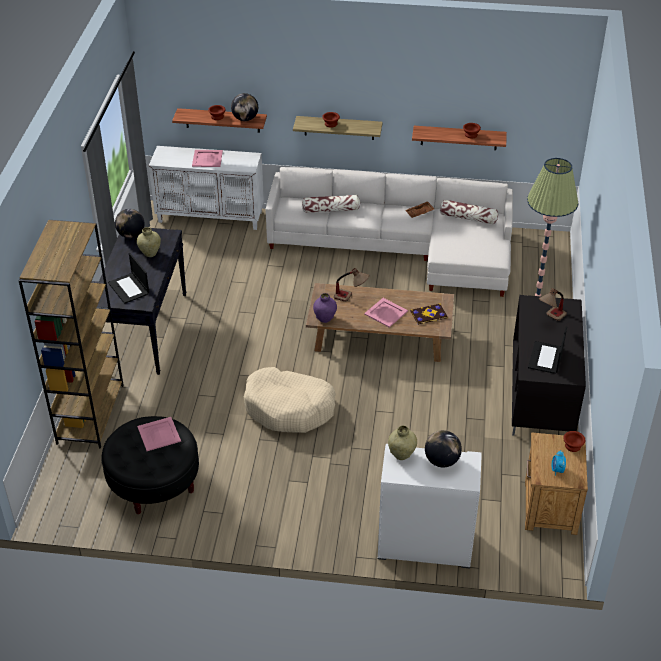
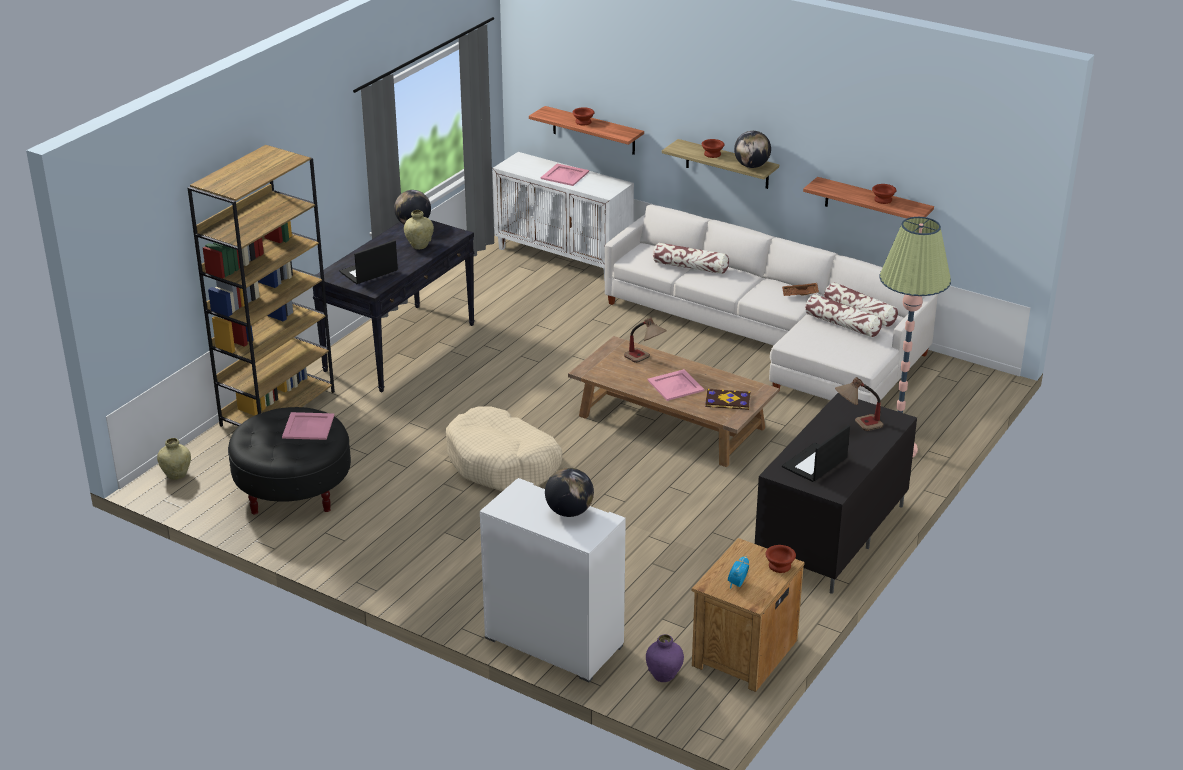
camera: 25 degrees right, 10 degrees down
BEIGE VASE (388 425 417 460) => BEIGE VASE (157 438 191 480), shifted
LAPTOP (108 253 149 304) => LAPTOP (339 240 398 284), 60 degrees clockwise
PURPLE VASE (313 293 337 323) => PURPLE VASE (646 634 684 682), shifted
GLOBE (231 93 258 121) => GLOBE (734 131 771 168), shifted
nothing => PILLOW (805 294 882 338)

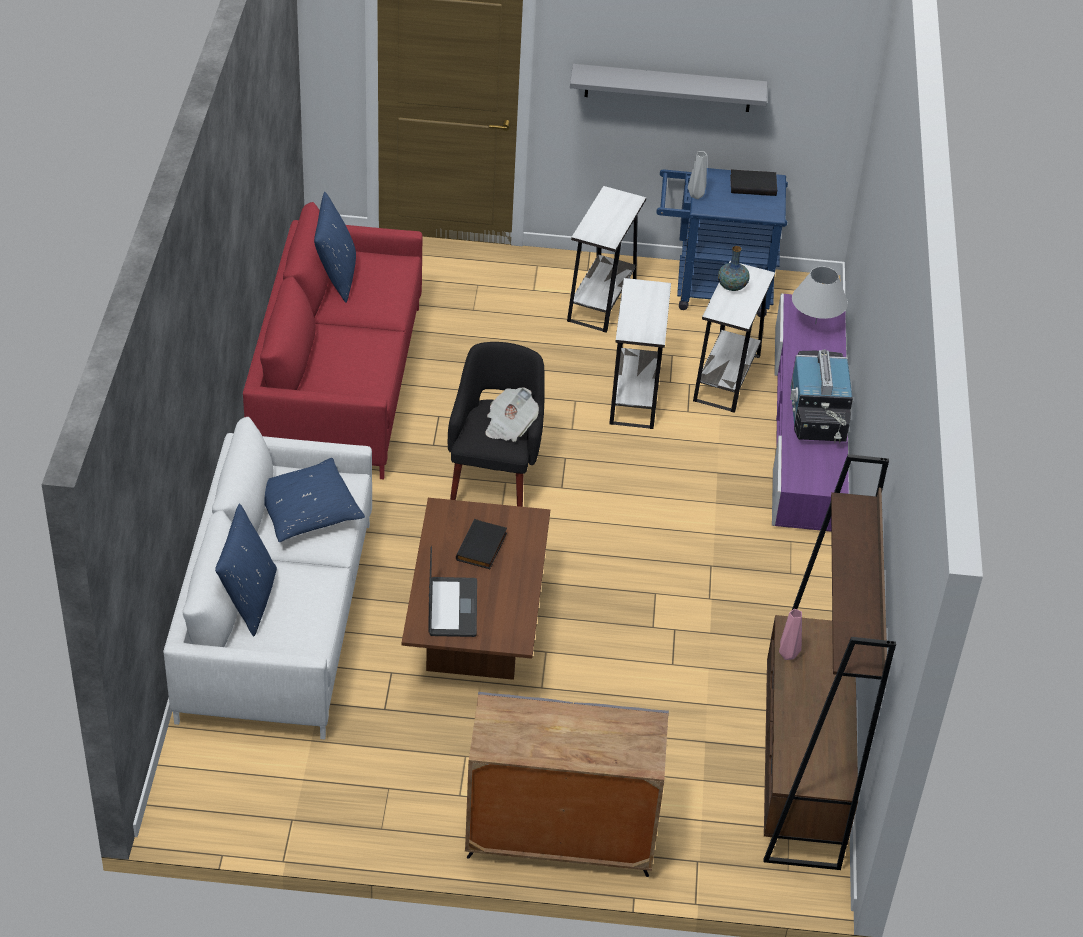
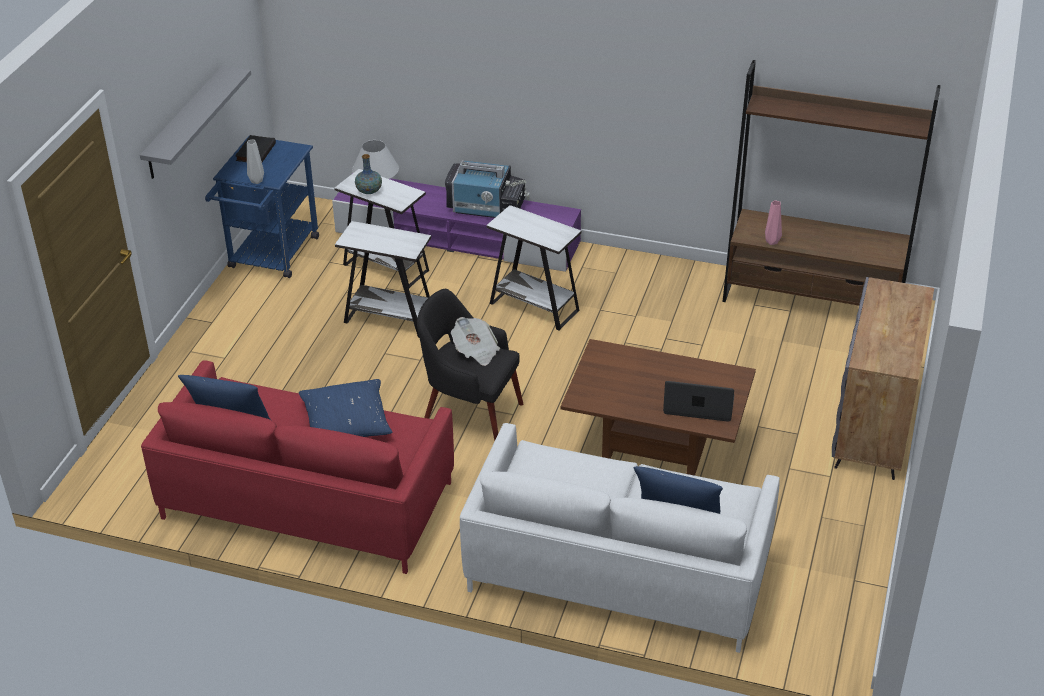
camera: 75 degrees left, 5 degrees down
BLUE PILLOW (264 458 365 542) => BLUE PILLOW (299 379 393 437), shifted
WHITE SIDE TABLE (567 186 646 332) => WHITE SIDE TABLE (486 205 582 331), shifted
BLACK BOOK (456 519 507 569) => nothing

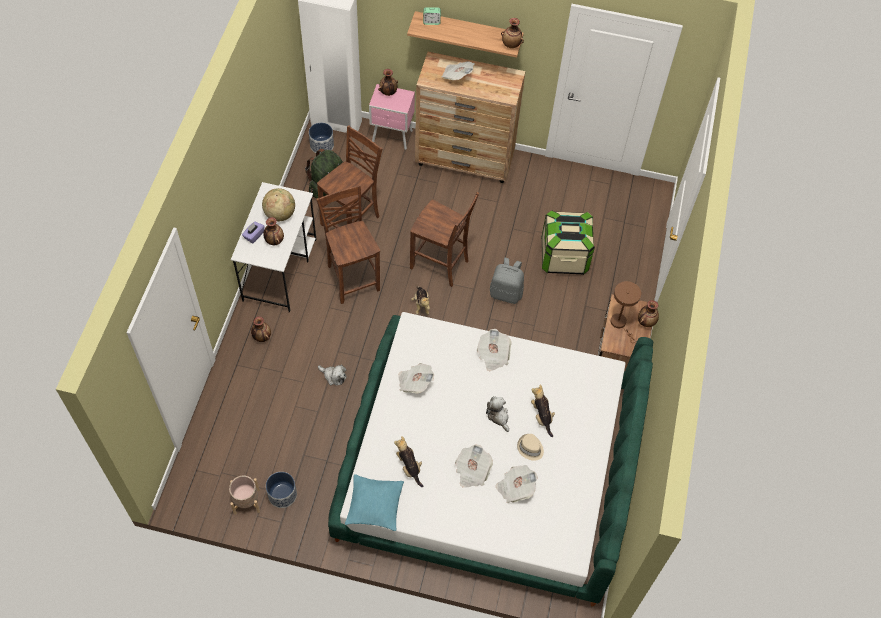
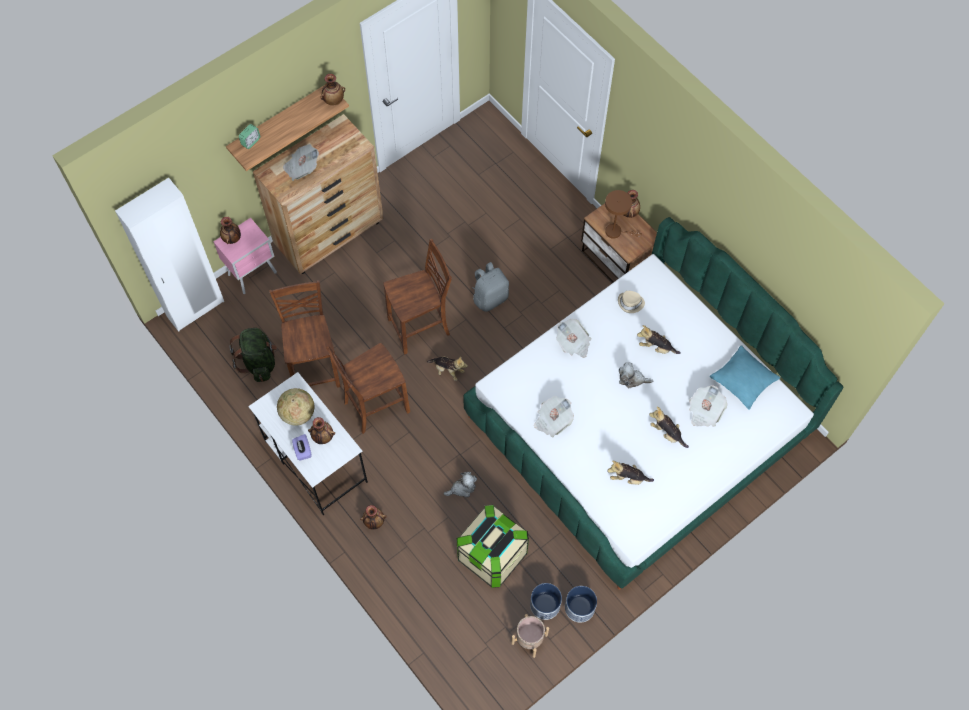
camera: 50 degrees left, 5 degrees up
BROWN CHAIR (316 185 380 304) => BROWN CHAIR (326 343 410 434), 45 degrees counterclockwise
STORAGE BOX (541 210 595 275) => STORAGE BOX (457 505 529 588), shifted
PLANTER (309 123 334 153) => PLANTER (565 586 597 623), shifted
BEIGE HAT (517 434 544 461) => BEIGE HAT (618 291 645 313), shifted
NEWSPAPER (455 445 493 488) => PLUSH TOY (649 407 689 448)
TURQUOISE PILLOW (345 474 404 531) => TURQUOISE PILLOW (710 345 780 410), shifted

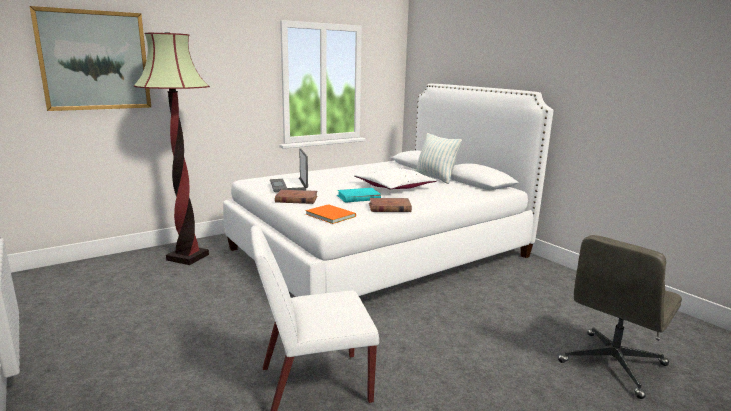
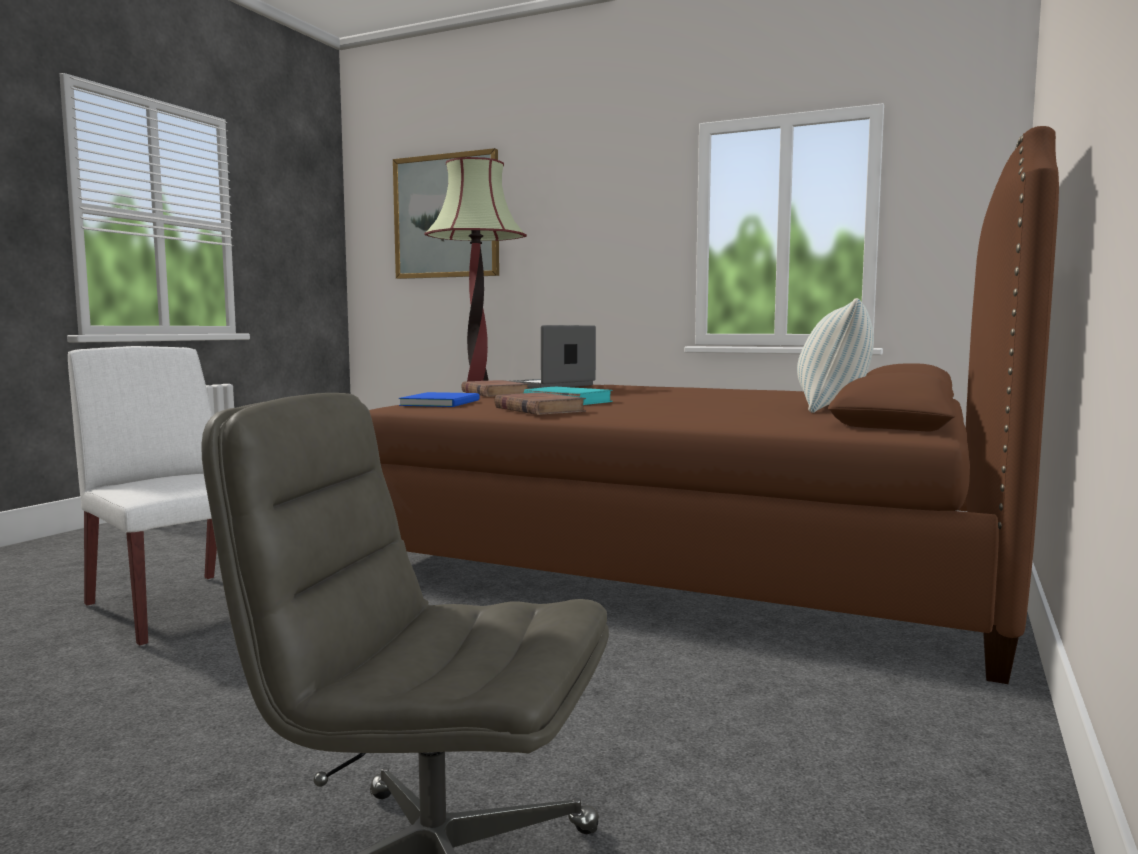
camera: 60 degrees right, 10 degrees down
WHITE BED (223 84 553 297) => BROWN BED (369 126 1059 684)
ORANGE BOOK (305 204 356 224) => BLUE BOOK (399 392 479 407)
WHITE PILLOW (354 168 437 189) => nothing

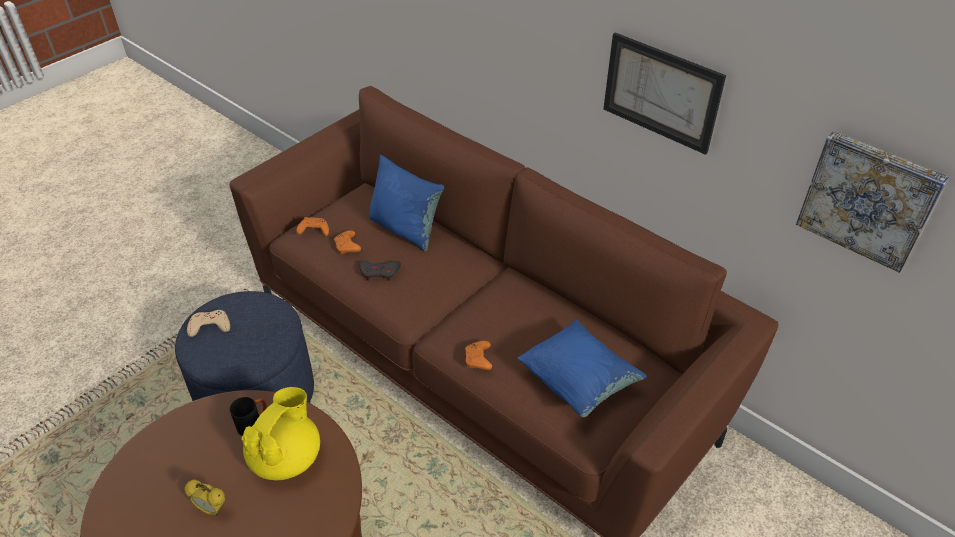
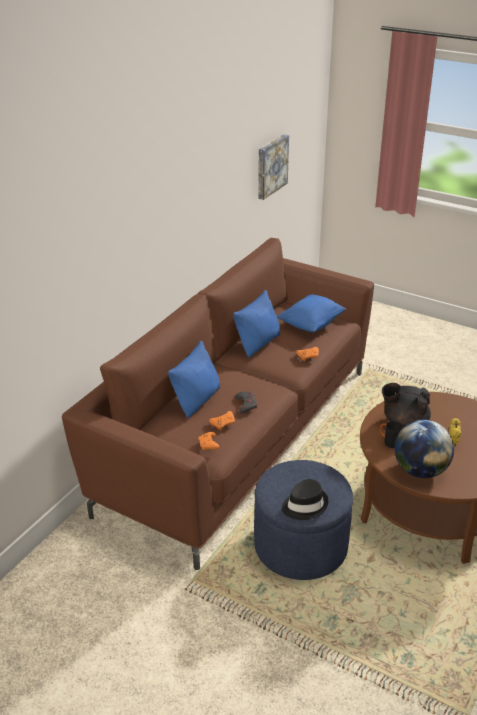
camera: 100 degrees left, 10 degrees down
nothing => BLUE PILLOW (233 290 280 358)
BEIGE GAME CONTROLLER (187 310 230 337) => BLACK HAT (282 479 328 520)
YELLOW TEAPOT (242 387 320 480) => BLACK TEAPOT (382 383 431 427)
nothing => GLOBE (394 420 454 478)
PICTURE (603 33 726 155) => nothing

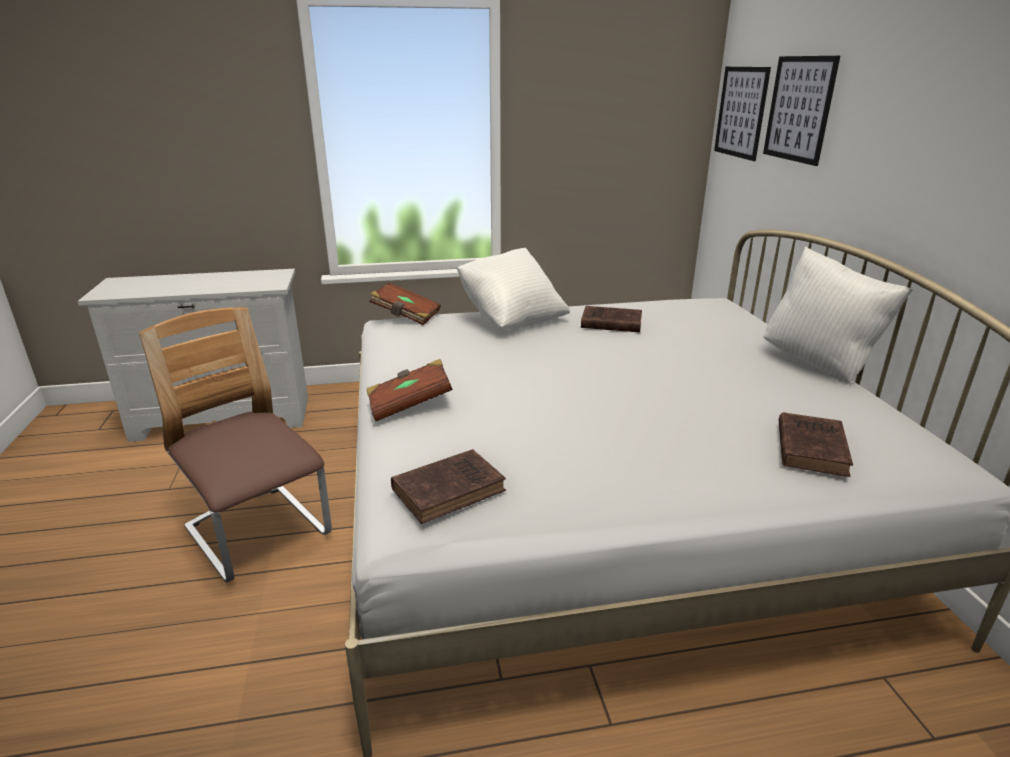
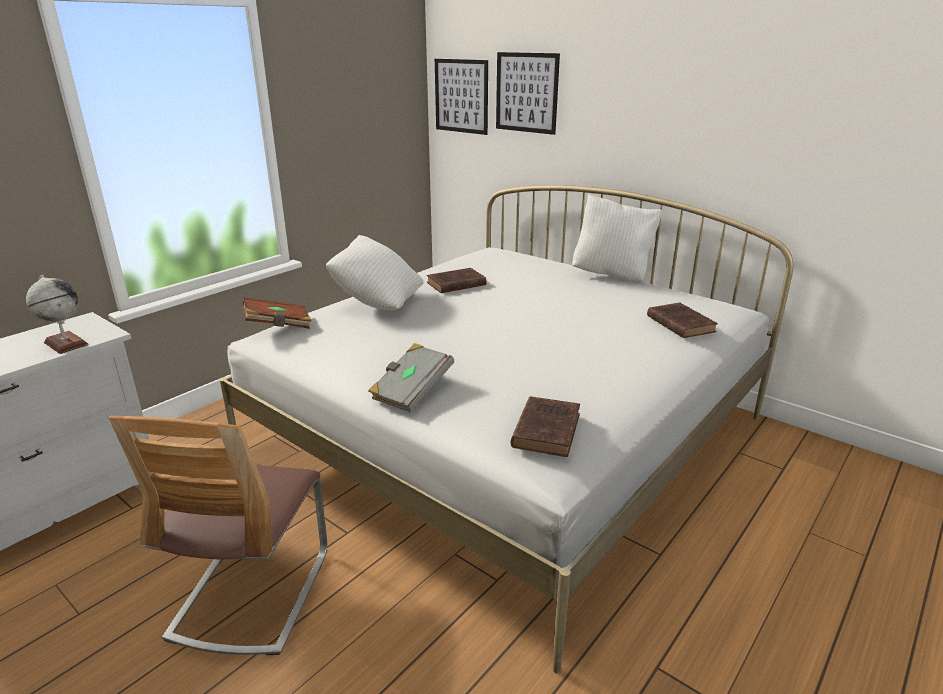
camera: 40 degrees left, 0 degrees up
nothing => GLOBE (26 275 89 354)
CHAIR (139 307 332 583) => CHAIR (109 416 327 655), 90 degrees counterclockwise
BROWN BOOK (367 359 453 421) => GREY BOOK (368 343 454 412)

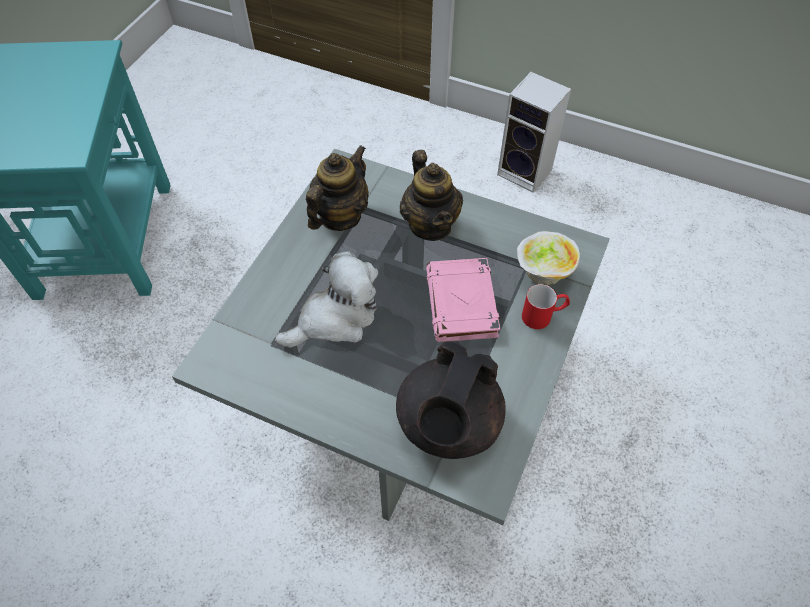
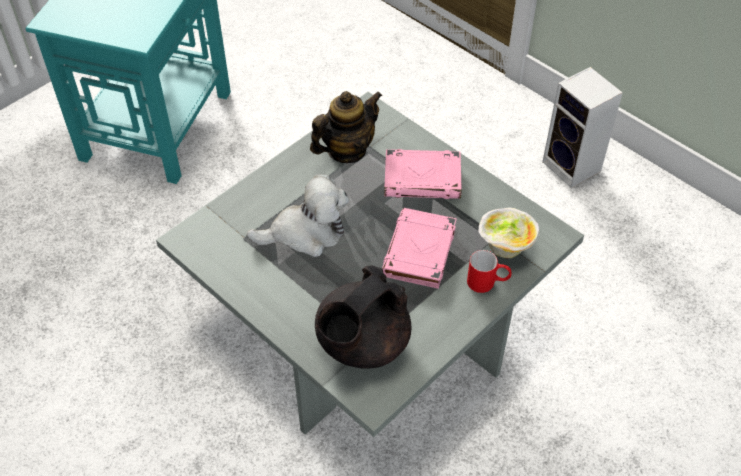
camera: 20 degrees right, 5 degrees down
TEAPOT (400 150 463 241) => PINK BOOK (384 149 462 199)

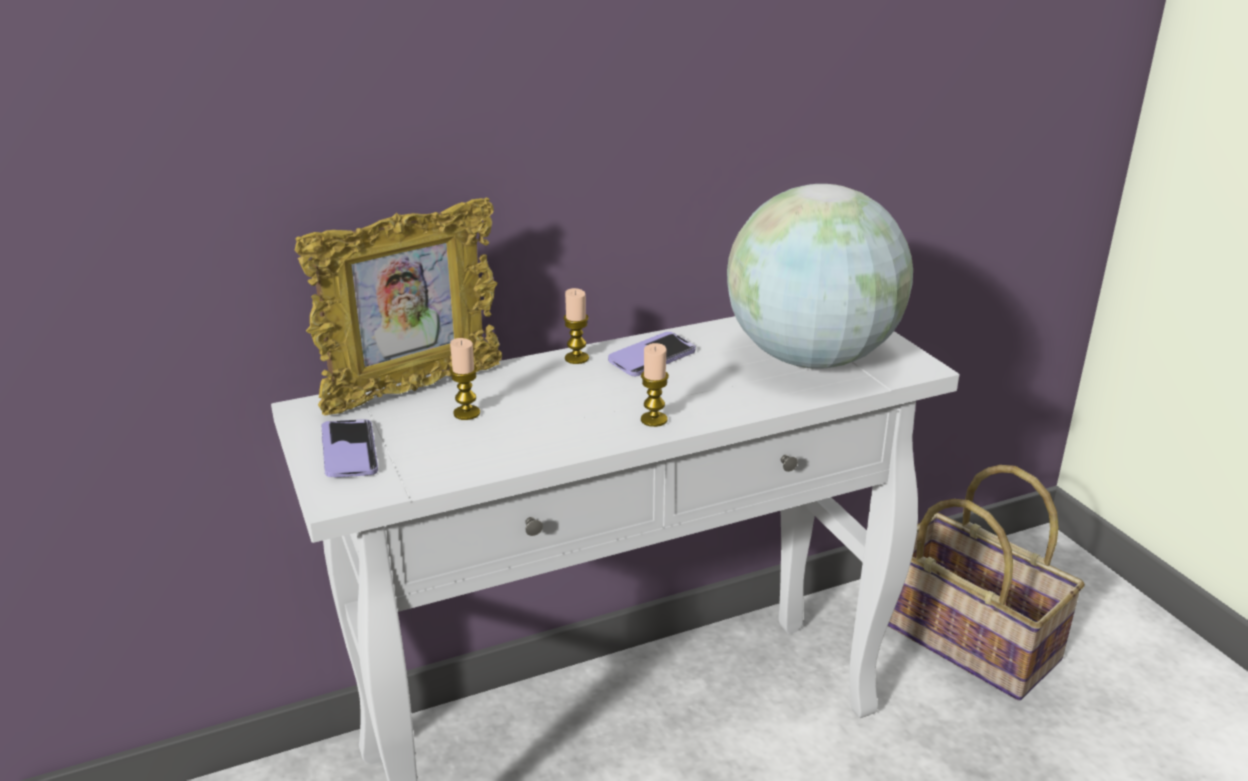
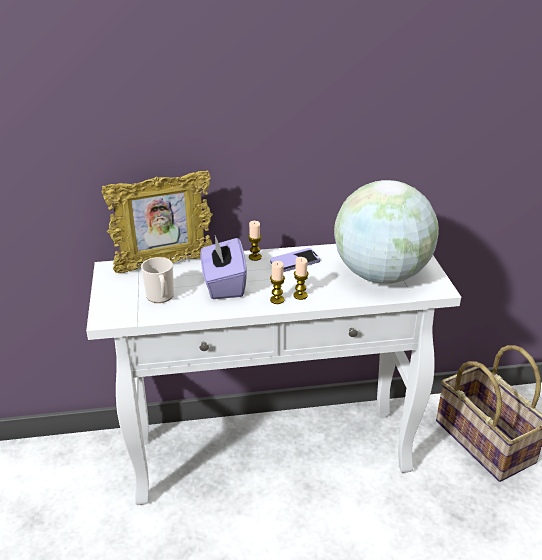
camera: 15 degrees right, 5 degrees up
nothing => MUG (141 257 174 303)
nothing => PURPLE TISSUE BOX (200 236 247 299)
CANDLE (449 338 480 420) => CANDLE (293 257 308 300), shifted
PHONE (322 419 378 478) => nothing

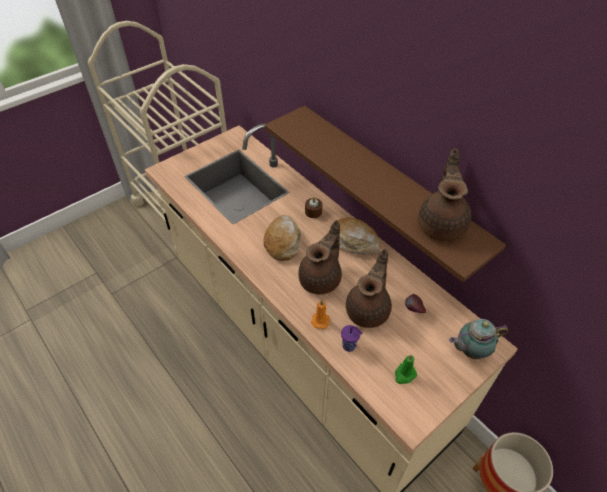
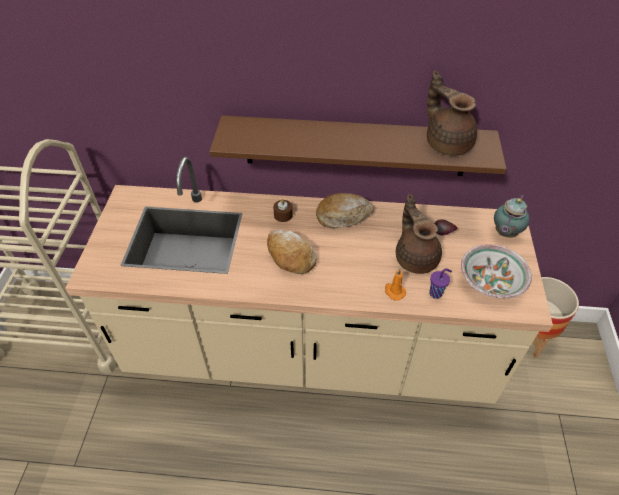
camera: 45 degrees left, 0 degrees up
GREEN CANDLE (395 355 417 384) => BOWL (461 244 532 298)
BROWN TEAPOT (298 220 342 294) => nothing

